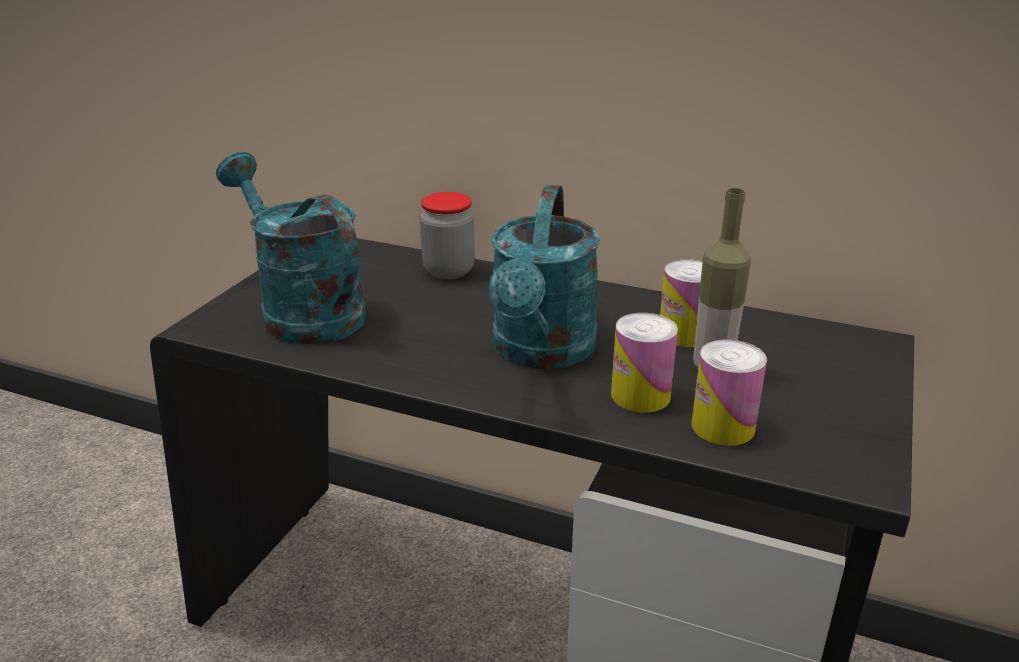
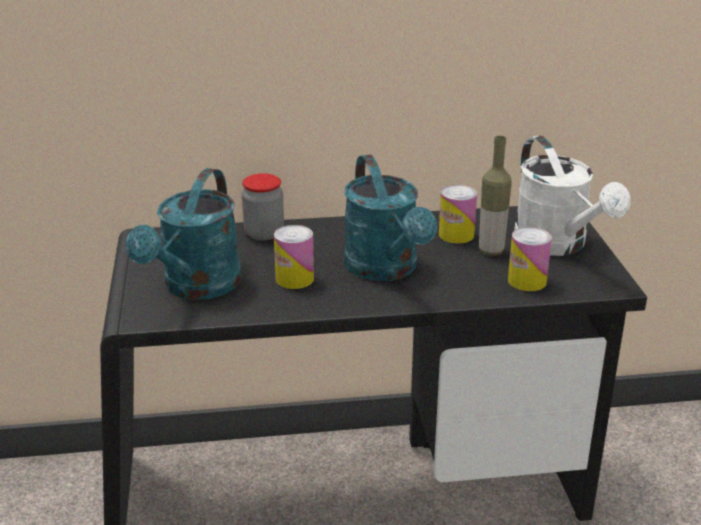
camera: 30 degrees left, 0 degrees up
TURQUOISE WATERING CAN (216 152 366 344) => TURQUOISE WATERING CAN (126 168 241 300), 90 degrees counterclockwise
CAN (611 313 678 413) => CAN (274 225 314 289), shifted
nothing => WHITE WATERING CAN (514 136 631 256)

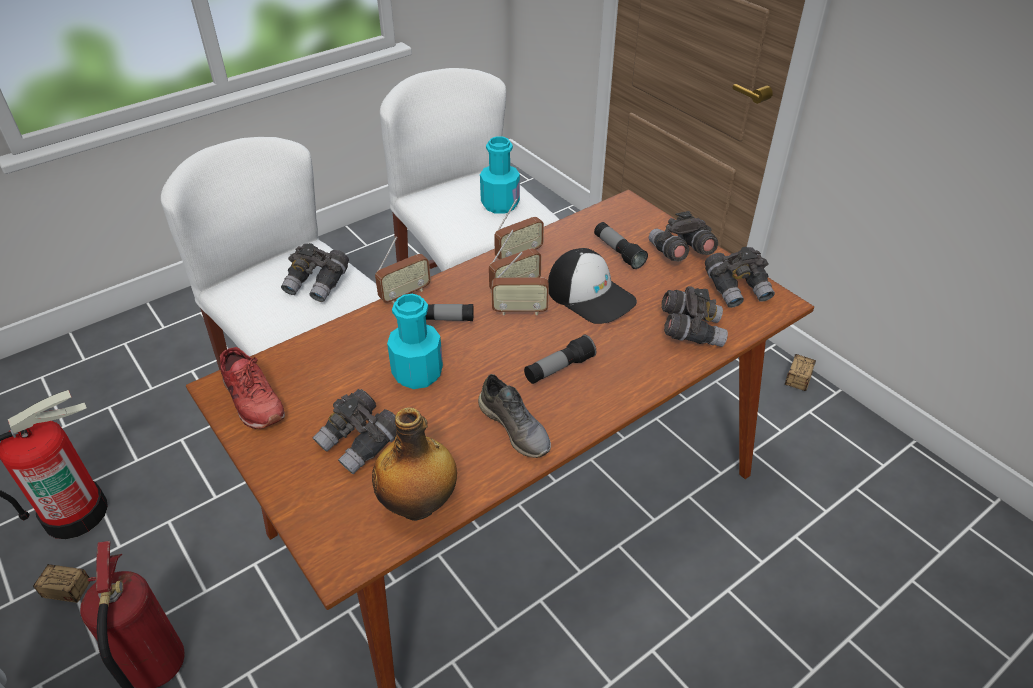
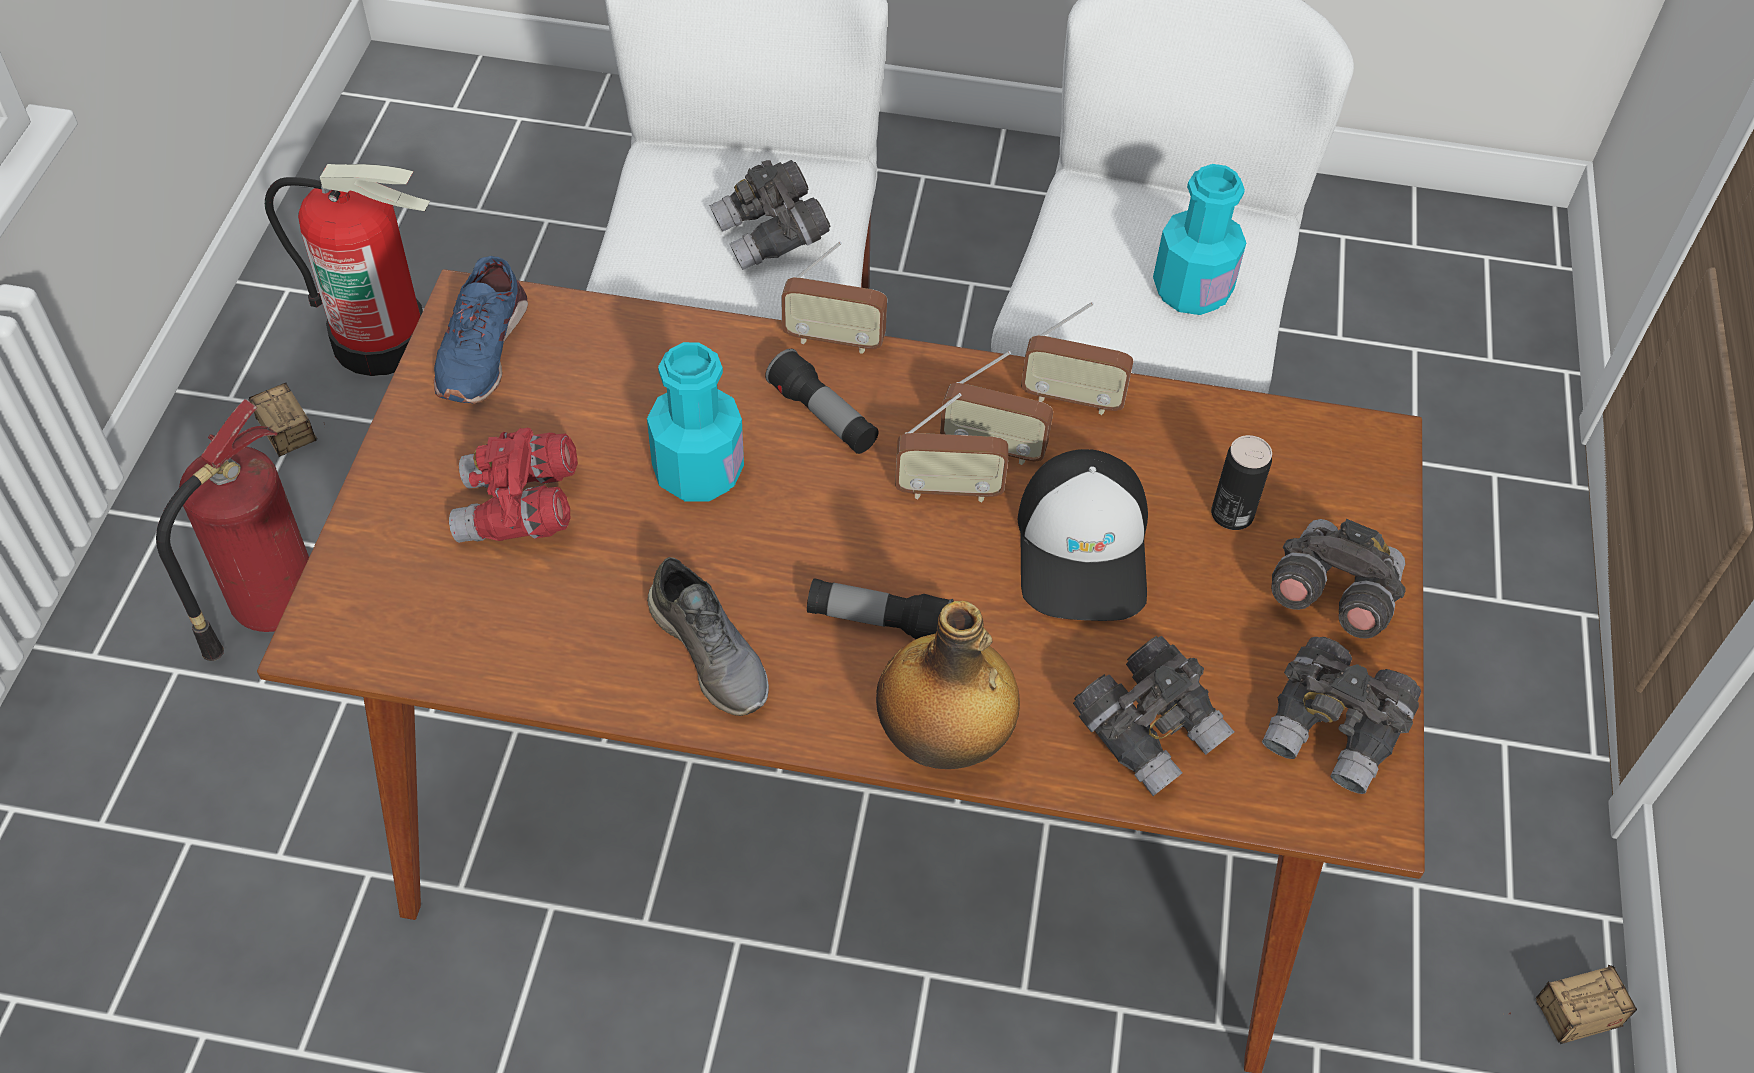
camera: 45 degrees right, 10 degrees up
RED SHOE (220 347 285 429) => BLUE SHOE (434 256 528 404)
GREY BINOCULARS (312 389 397 474) => RED BINOCULARS (449 428 578 543)
GREY SHOE (478 374 551 458) => GREY SHOE (647 557 769 716), 45 degrees counterclockwise
BOTTLE (372 407 457 521) => BOTTLE (876 601 1020 769), shifted
RADIO (491 252 549 315) => RADIO (895 393 1008 502), 45 degrees counterclockwise
FLASHLIGHT (594 222 648 269) => CAN (1211 435 1272 530)

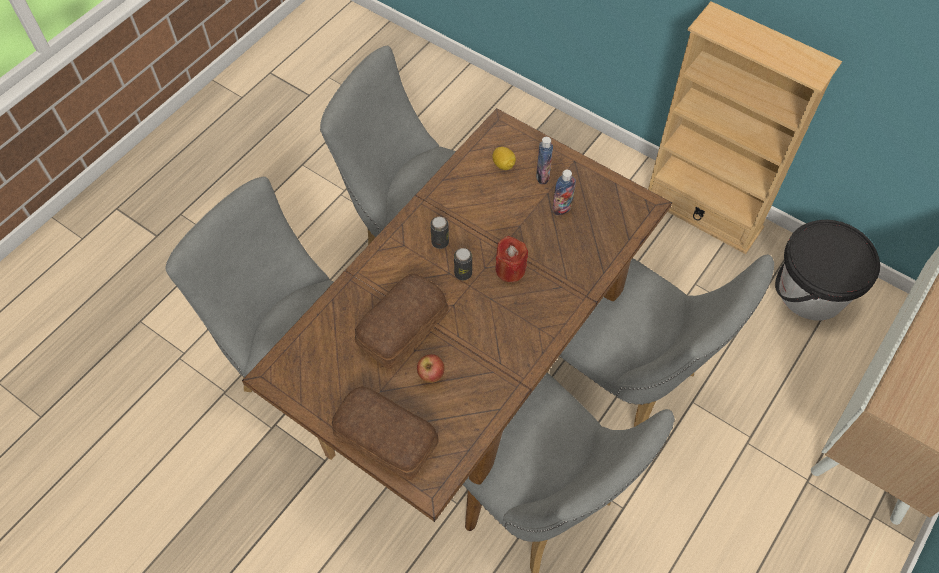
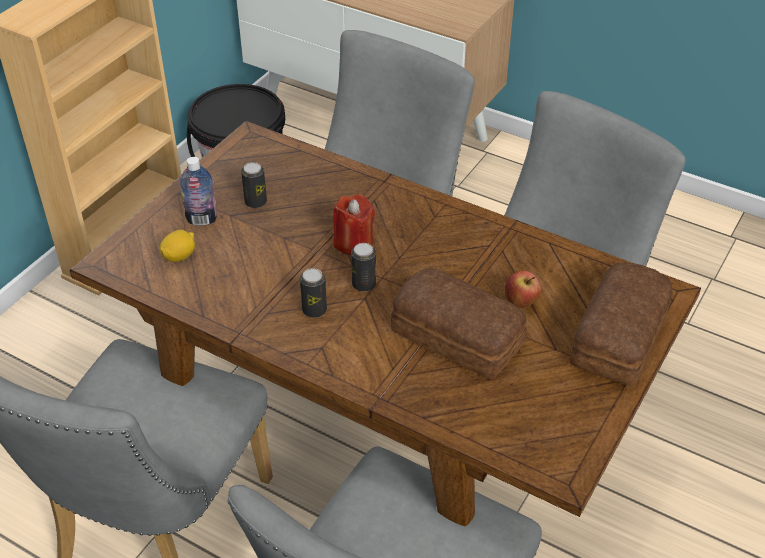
camera: 95 degrees left, 15 degrees down
BOTTLE (552 170 576 215) => CAN (241 162 267 208)

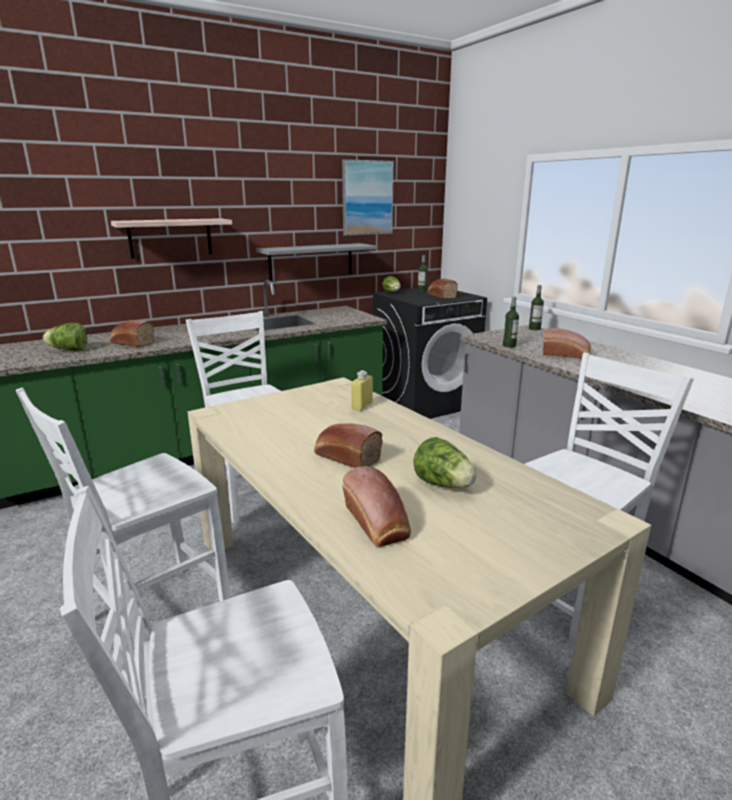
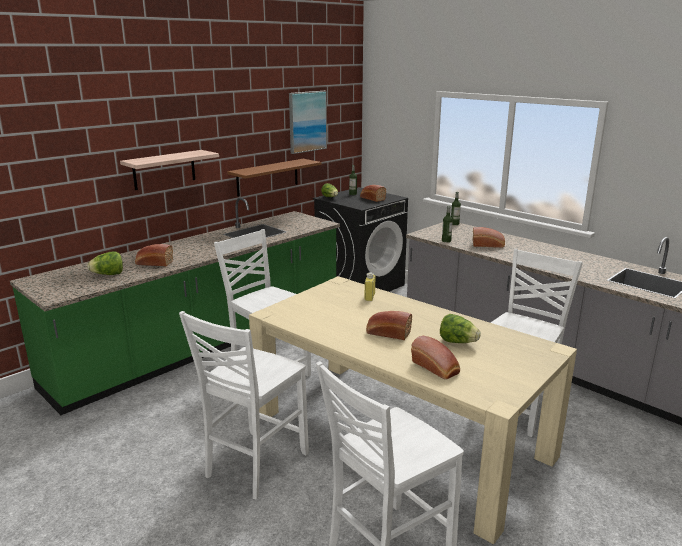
camera: 15 degrees left, 0 degrees up
GREY SHELF (256 243 377 280) => BROWN SHELF (227 159 321 197)

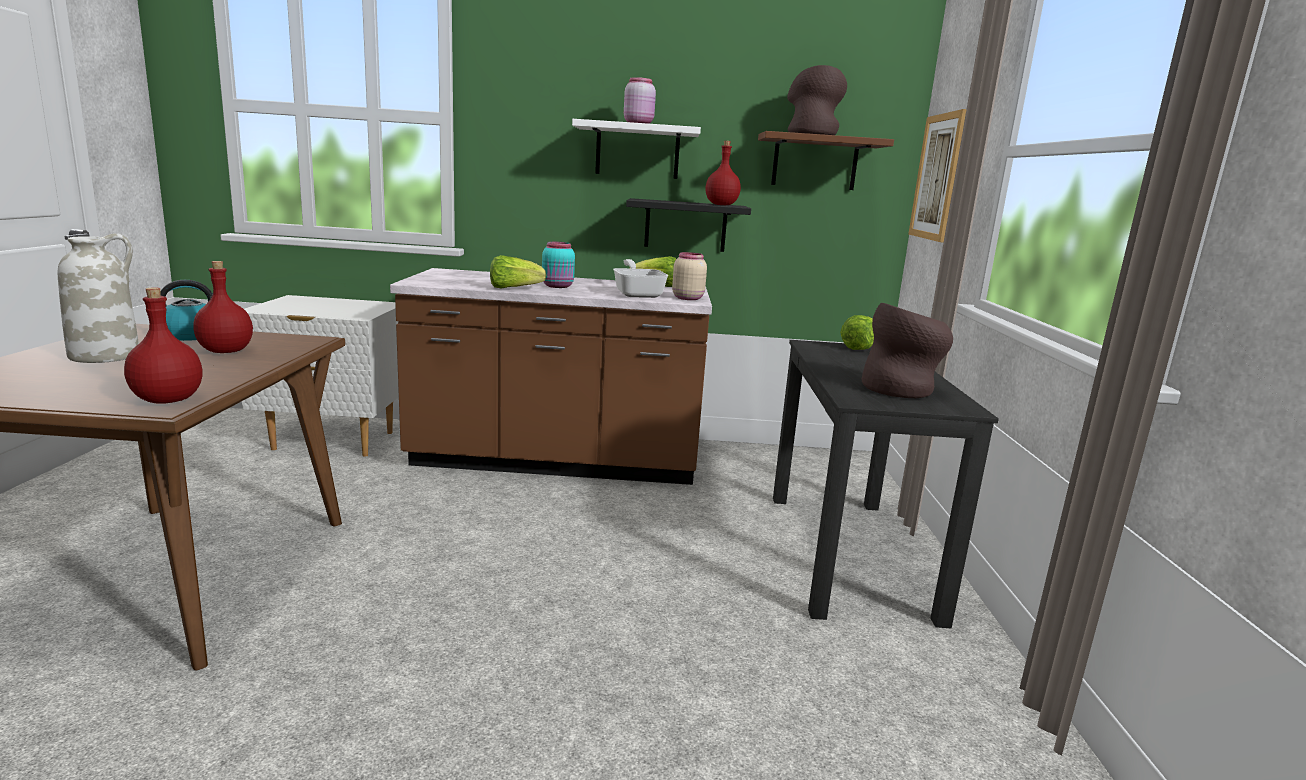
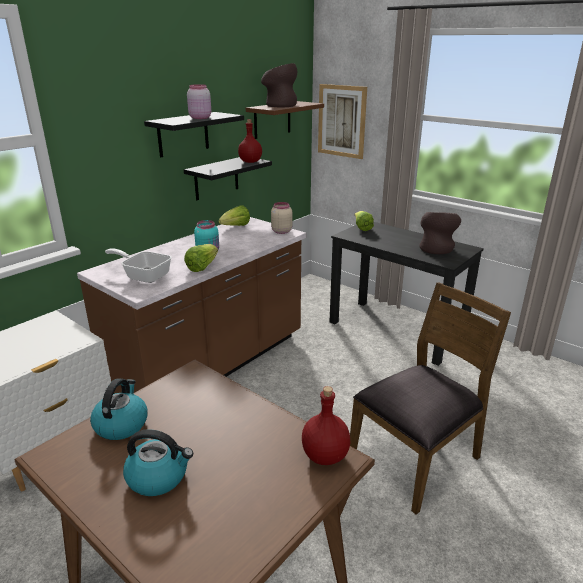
camera: 50 degrees left, 10 degrees up
FRYING PAN (613 259 669 298) => FRYING PAN (105 248 171 283), shifted
WHITE VASE (58 233 139 363) => KETTLE (123 429 193 496)
WHITE SHELF (572 119 701 179) => BLACK SHELF (144 112 244 158)
nothing => BROWN CHAIR (350 282 511 515)
RED BOTTLE (193 261 253 353) => nothing

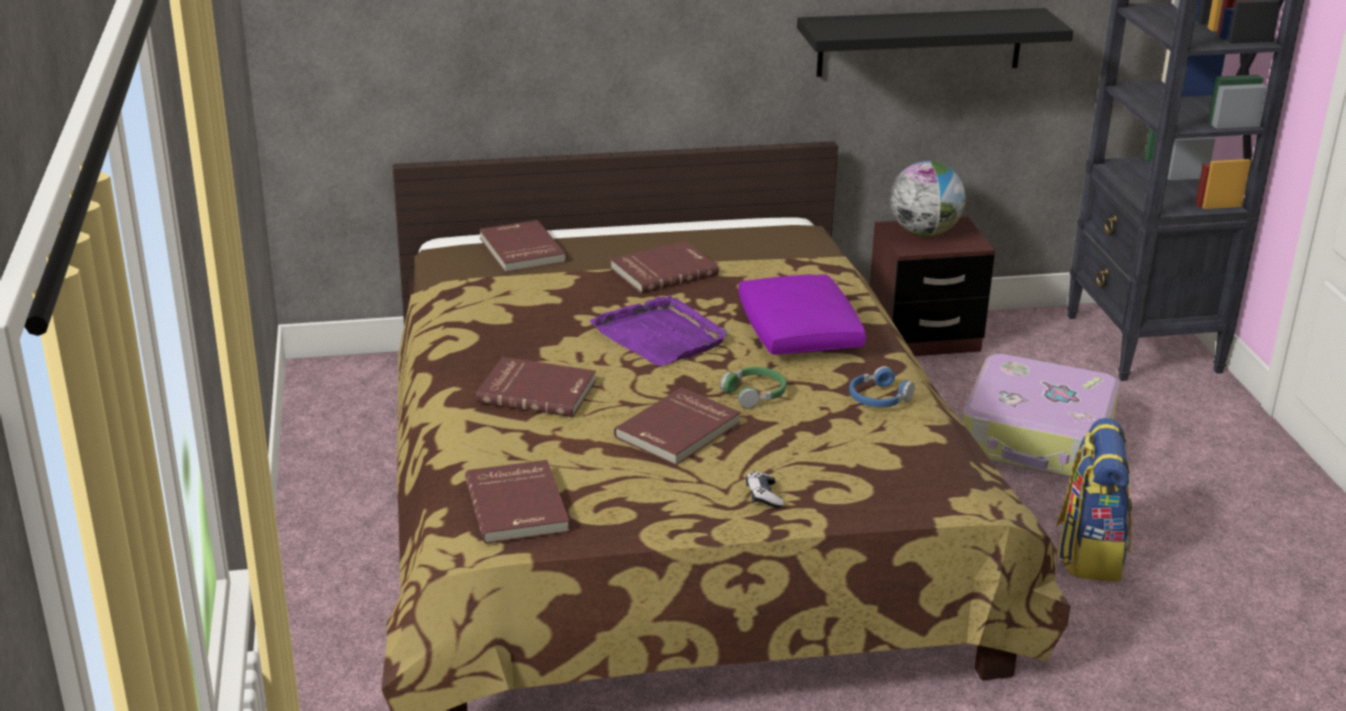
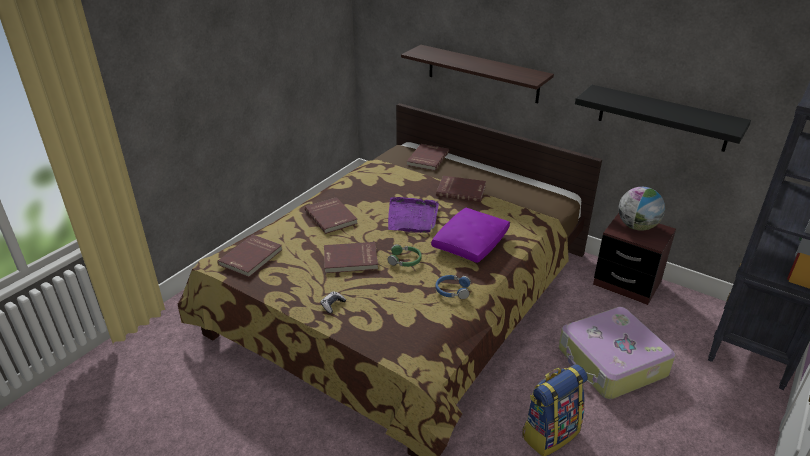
camera: 45 degrees right, 5 degrees up
nothing => SHELF (401 45 554 104)

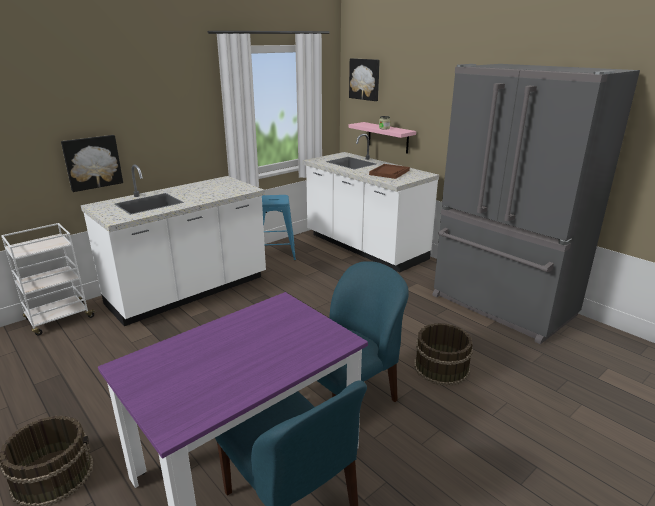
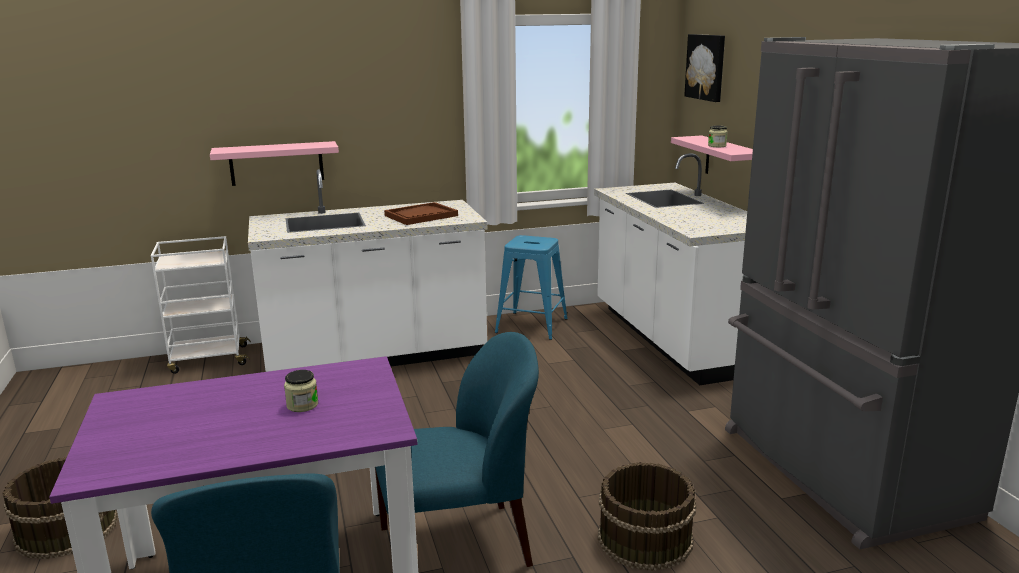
camera: 25 degrees right, 5 degrees down
PICTURE (61 135 123 192) => PINK SHELF (210 141 339 186)
nothing => JAR (284 370 318 412)
BROWN TRAY (369 164 410 179) => BROWN TRAY (384 202 458 225), shifted

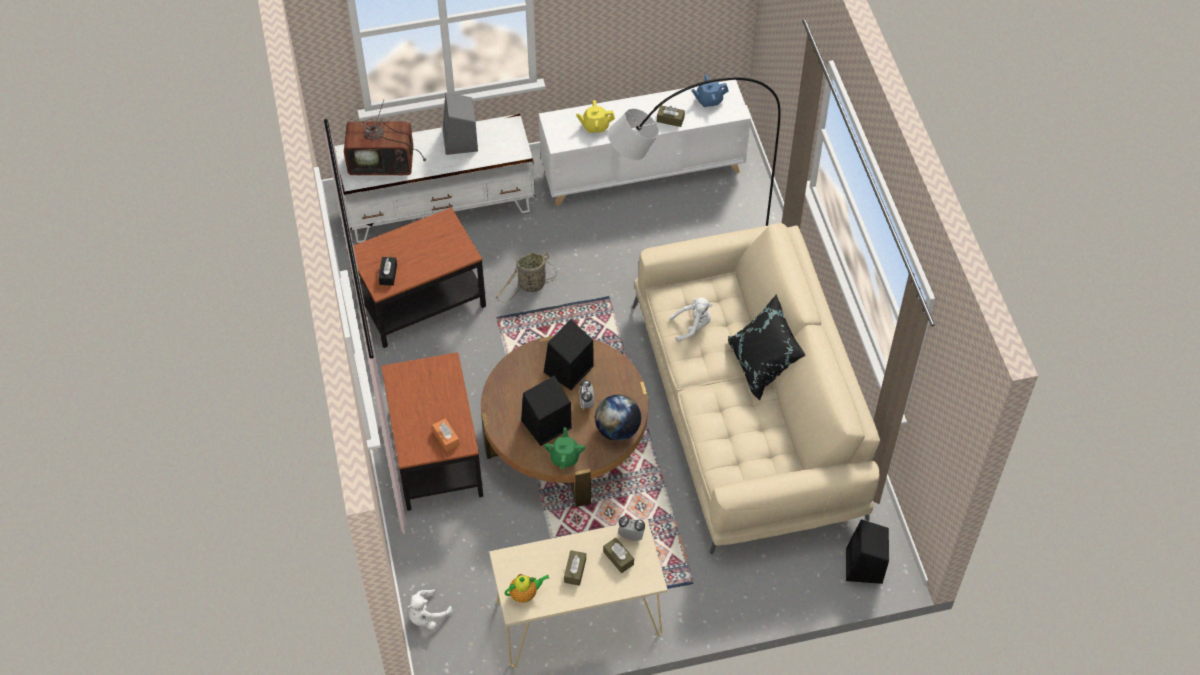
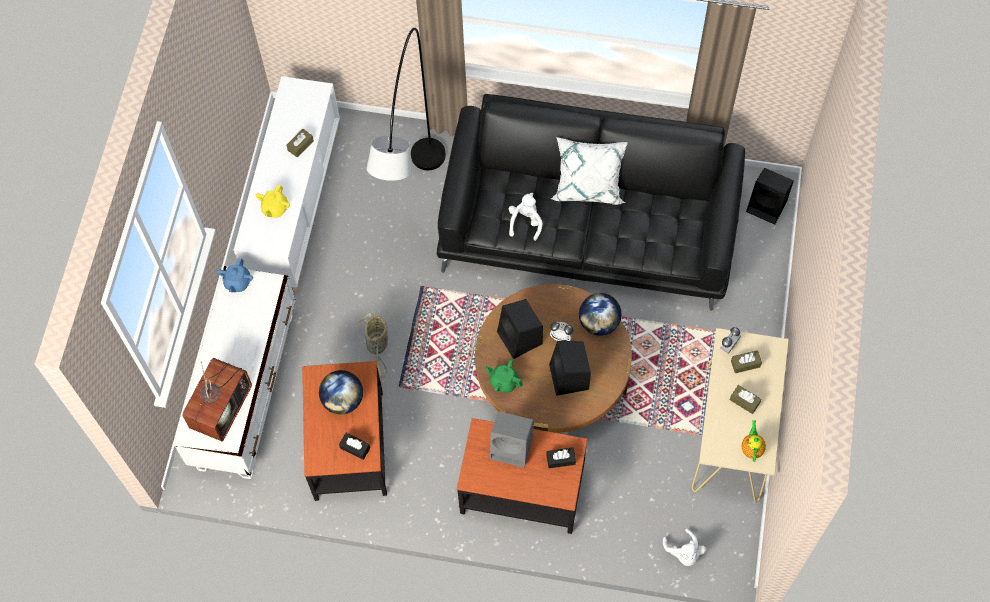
camera: 65 degrees left, 10 degrees up
BLUE TEAPOT (691 74 729 107) => BLUE TEAPOT (217 258 253 292), shifted
nothing => GLOBE (319 370 363 414)
BEIGE SOFA (632 223 880 554) => BLACK SOFA (437 94 745 311)
GREEN TEAPOT (544 427 585 469) => GREEN TEAPOT (485 359 523 393), shifted
GREY SPEAKER (443 92 478 155) => GREY SPEAKER (490 411 534 468), shifted
ORANGE TISSUE BOX (432 418 460 452) => BLACK TISSUE BOX (546 447 576 468)
BLACK PILLOW (728 294 805 400) => WHITE PILLOW (551 137 628 205)

